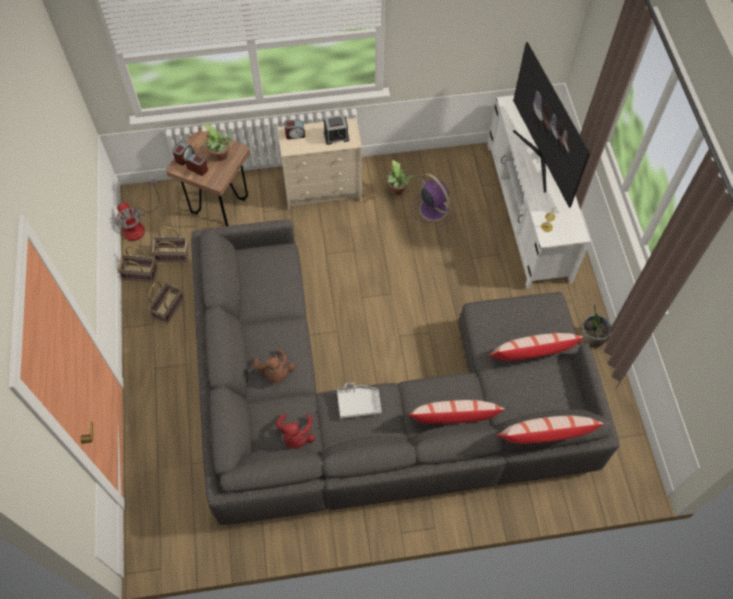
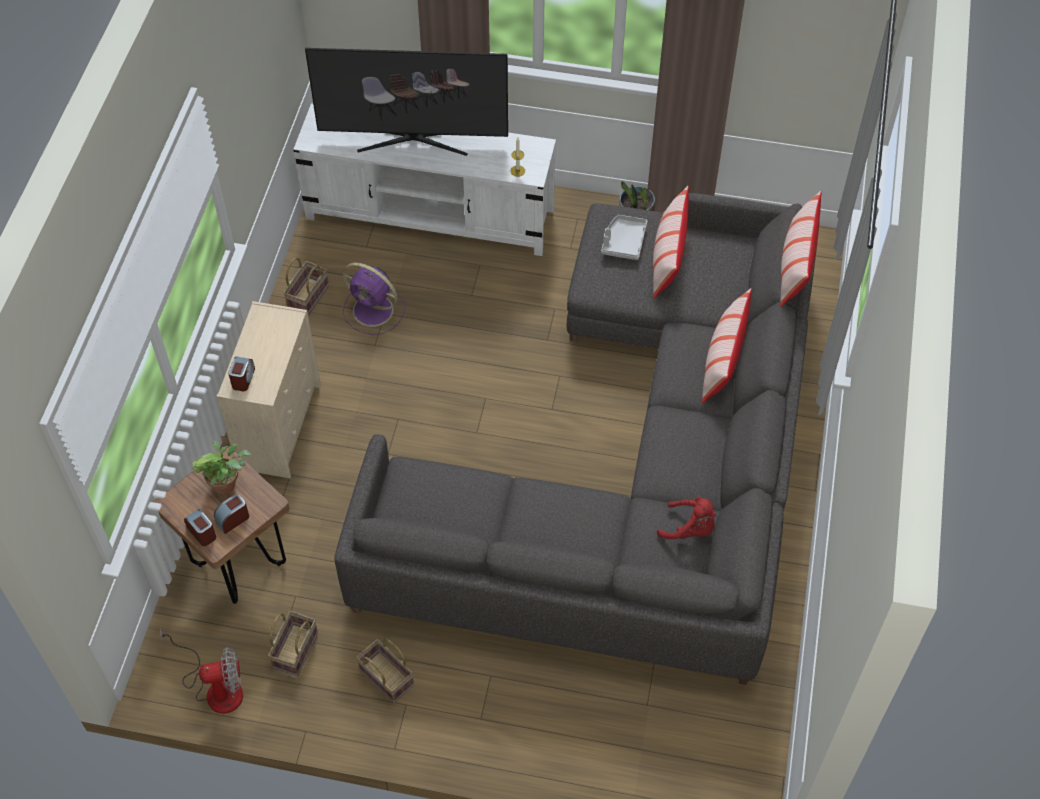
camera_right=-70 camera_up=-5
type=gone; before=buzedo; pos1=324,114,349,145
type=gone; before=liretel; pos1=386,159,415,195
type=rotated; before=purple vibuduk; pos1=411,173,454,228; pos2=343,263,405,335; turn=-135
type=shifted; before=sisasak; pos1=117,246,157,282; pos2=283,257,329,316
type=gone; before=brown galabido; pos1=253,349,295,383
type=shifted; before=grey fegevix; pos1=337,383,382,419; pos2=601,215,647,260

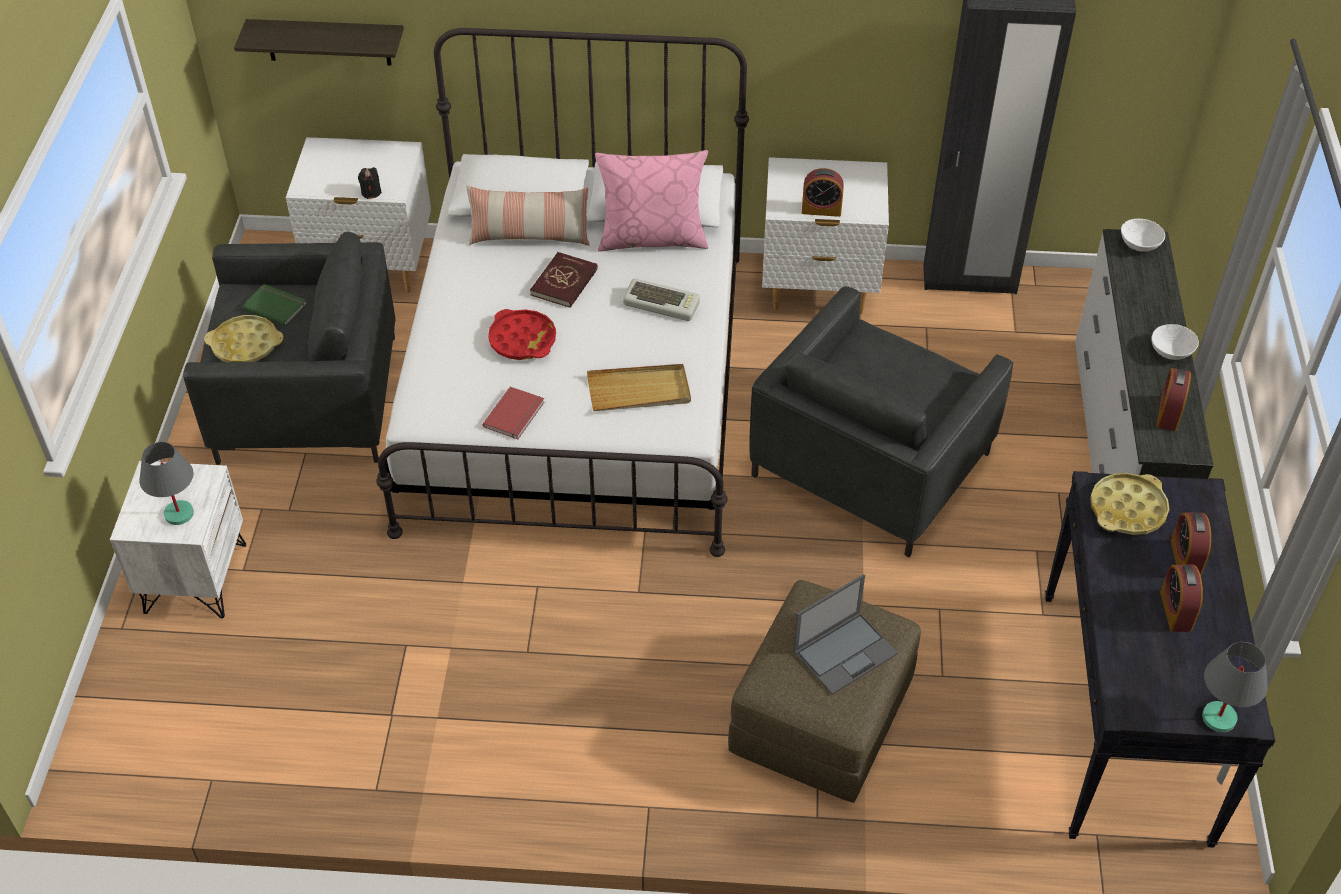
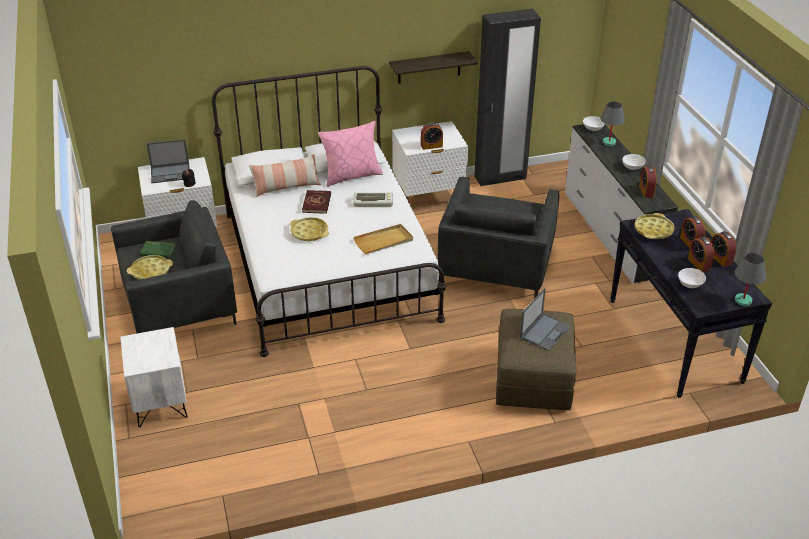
camera_right=-20 camera_up=-10
type=shifted; before=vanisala; pos1=234,19,404,65; pos2=389,51,478,84
type=repainted; before=red fegevix; after=yellow fegevix; pos1=488,309,556,360; pos2=290,217,329,242
type=gone; before=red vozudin; pos1=483,387,544,439
type=shifted; before=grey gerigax; pos1=140,442,194,525; pos2=600,101,625,146
type=new; after=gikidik; pos2=146,139,190,183
type=new; after=buzedo; pos2=711,231,736,267
type=new; after=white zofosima; pos2=678,268,706,288

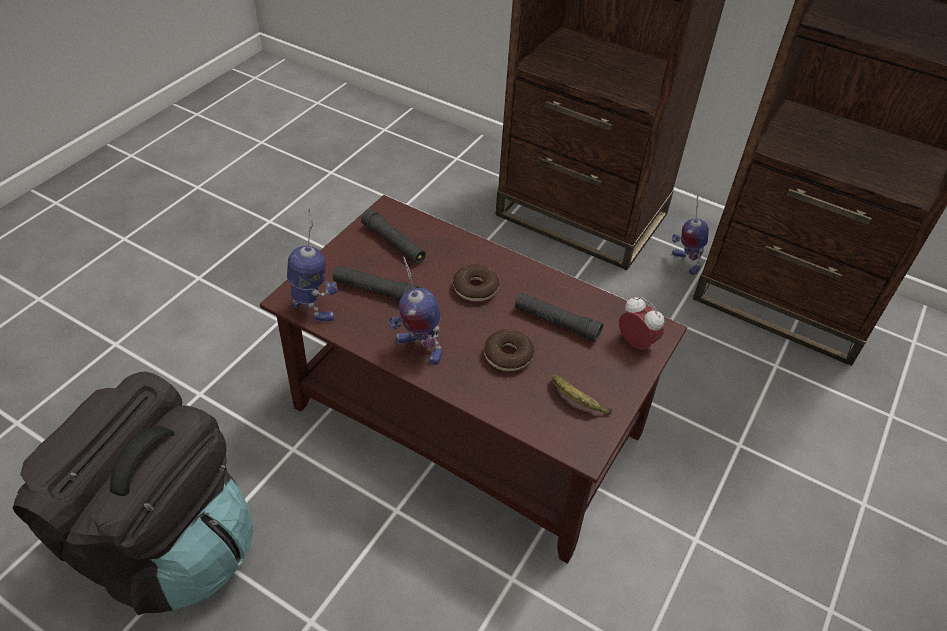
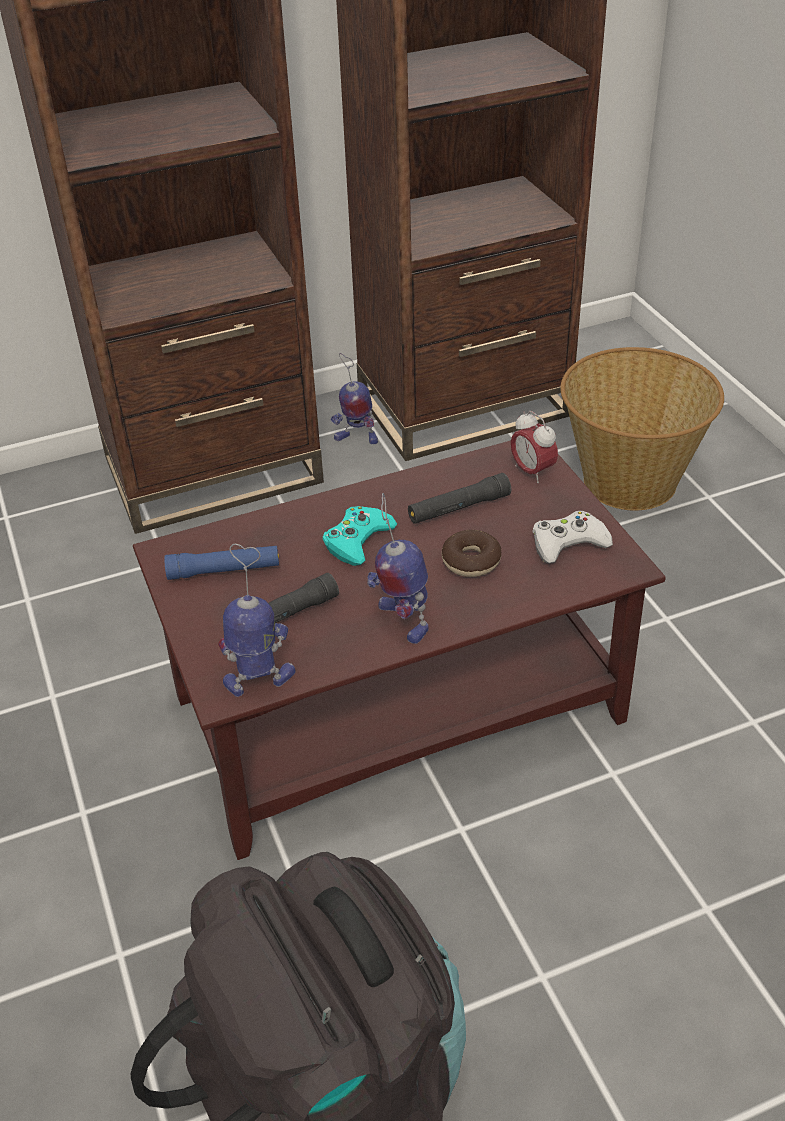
camera_right=-50 camera_up=-5
type=repainted; before=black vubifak; after=blue vubifak; pos1=361,209,426,264; pos2=164,546,279,580
type=rotated; before=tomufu; pos1=388,256,442,365; pos2=367,493,429,644; turn=75
type=swapped; before=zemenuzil; after=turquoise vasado; pos1=453,264,499,302; pos2=323,506,397,566
type=rotated; before=buzedo; pos1=619,296,664,350; pos2=511,411,558,483; turn=-120
type=swapped; before=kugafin; after=white vasado; pos1=552,375,612,414; pos2=532,511,613,564
type=new; after=sisasak; pos2=560,347,724,510

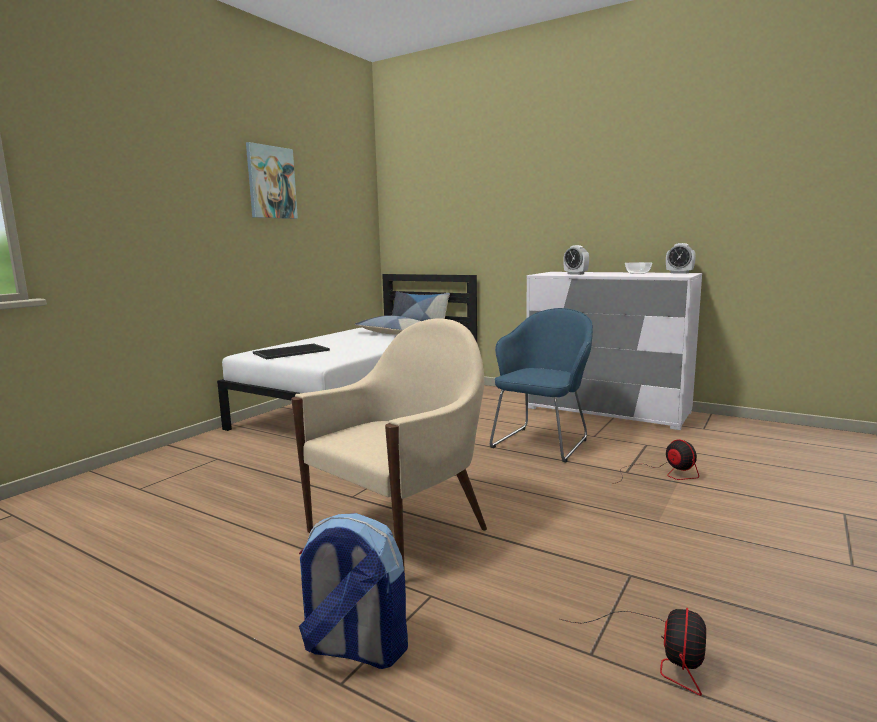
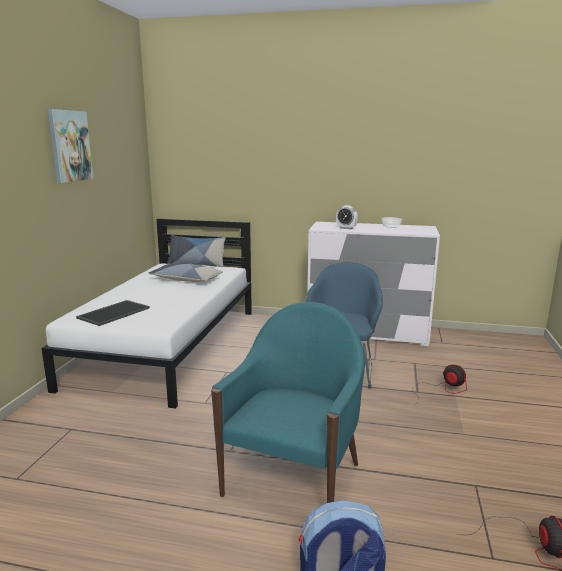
camera_right=-20 camera_up=5
type=gone; before=buzedo; pos1=666,243,696,274
type=repainted; before=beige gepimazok; after=turquoise gepimazok; pos1=291,318,487,573; pos2=211,302,365,503

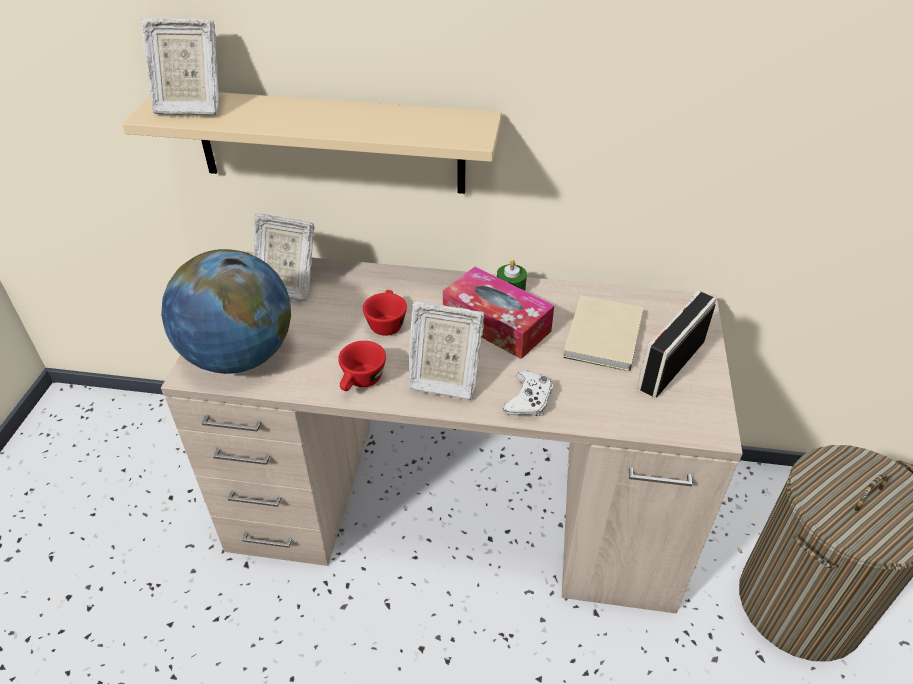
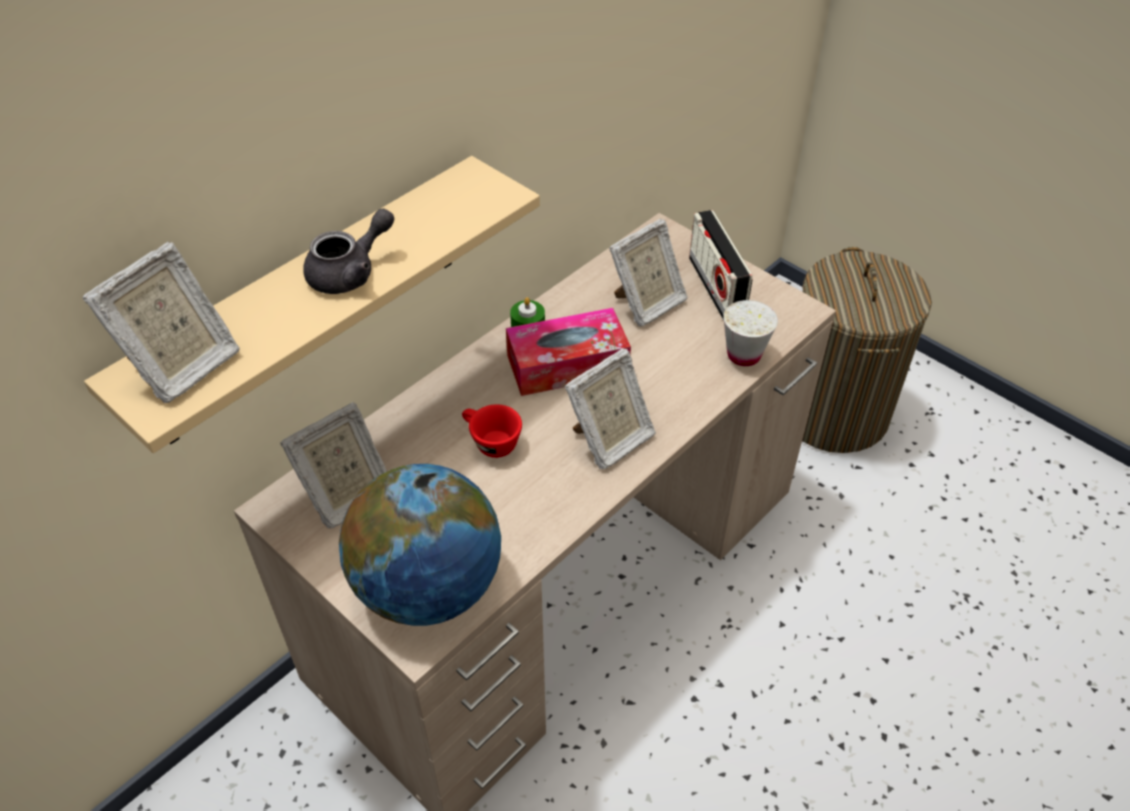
camera_right=-55 camera_up=5
type=swapped; before=beige vozudin; after=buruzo; pos1=563,295,644,372; pos2=609,218,688,327
type=gone; before=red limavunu; pos1=338,341,386,391
type=gone; before=white vasado; pos1=503,371,553,416
type=new; after=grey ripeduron; pos2=303,208,394,294
type=new; after=white limavunu; pos2=723,300,778,366

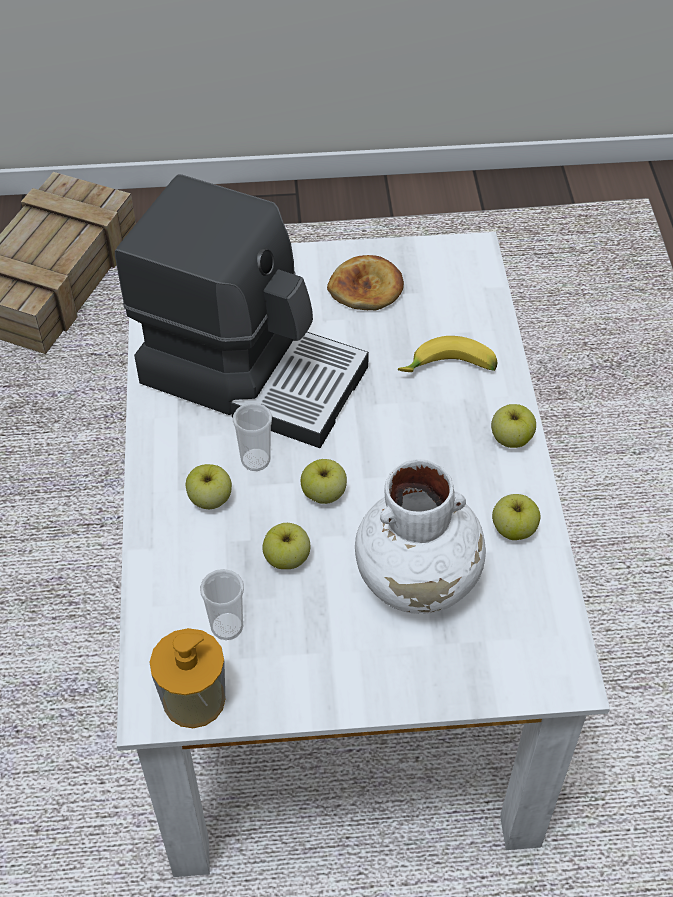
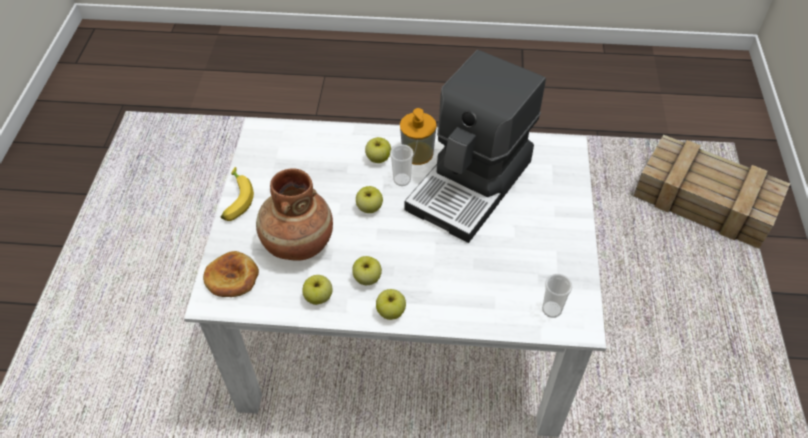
camera_right=100 camera_up=0
type=shifted; before=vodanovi; pos1=327,255,404,310; pos2=203,251,259,297
type=shifted; before=kugafin; pos1=398,336,497,372; pos2=221,167,254,221
type=repainted; before=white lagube; after=brown lagube; pos1=355,459,486,614; pos2=256,168,333,261
type=shifted; before=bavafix; pos1=262,523,310,569; pos2=352,256,382,285
type=shifted; before=limavunu; pos1=200,569,244,640; pos2=542,274,572,318
type=shifted; before=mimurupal; pos1=150,628,226,728; pos2=400,108,436,165

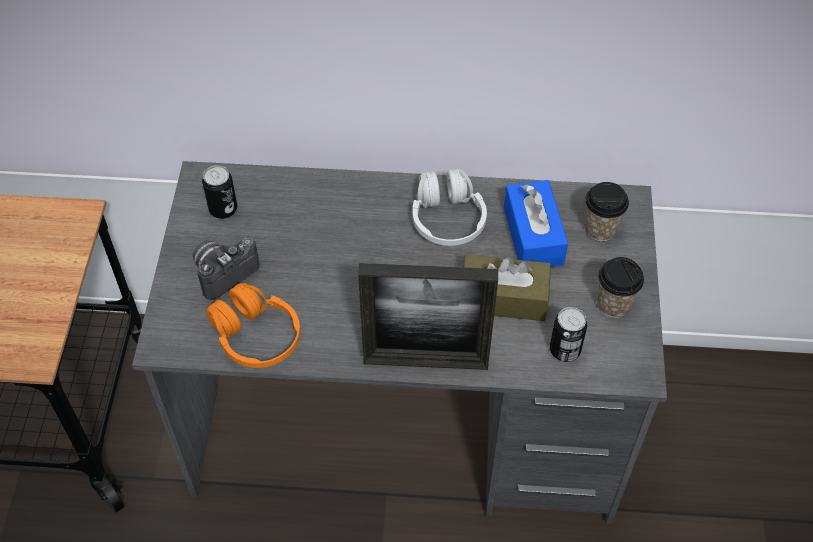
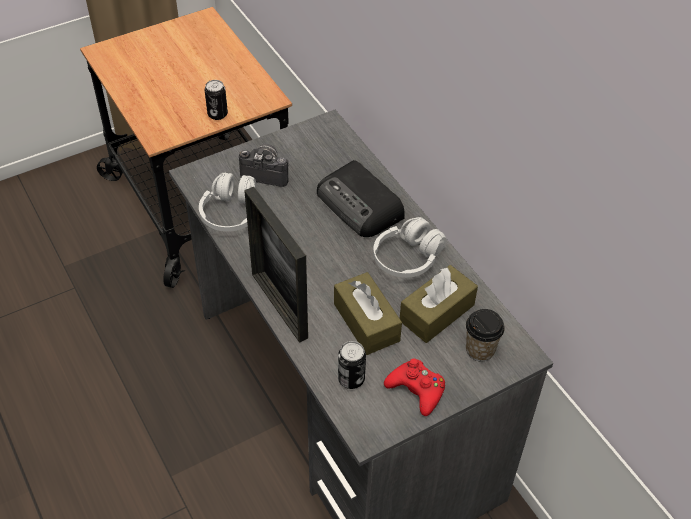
camera_right=55 camera_up=-5
type=shifted; before=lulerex; pos1=202,165,237,219; pos2=205,80,228,120
type=repainted; before=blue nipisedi; after=brown nipisedi; pos1=504,180,568,267; pos2=400,265,478,343
type=swapped; before=limavunu; after=red vasado; pos1=597,257,644,318; pos2=384,358,445,416
type=repainted; before=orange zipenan; after=white zipenan; pos1=206,283,300,368; pos2=199,173,256,232
type=new; after=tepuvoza; pos2=317,160,405,237

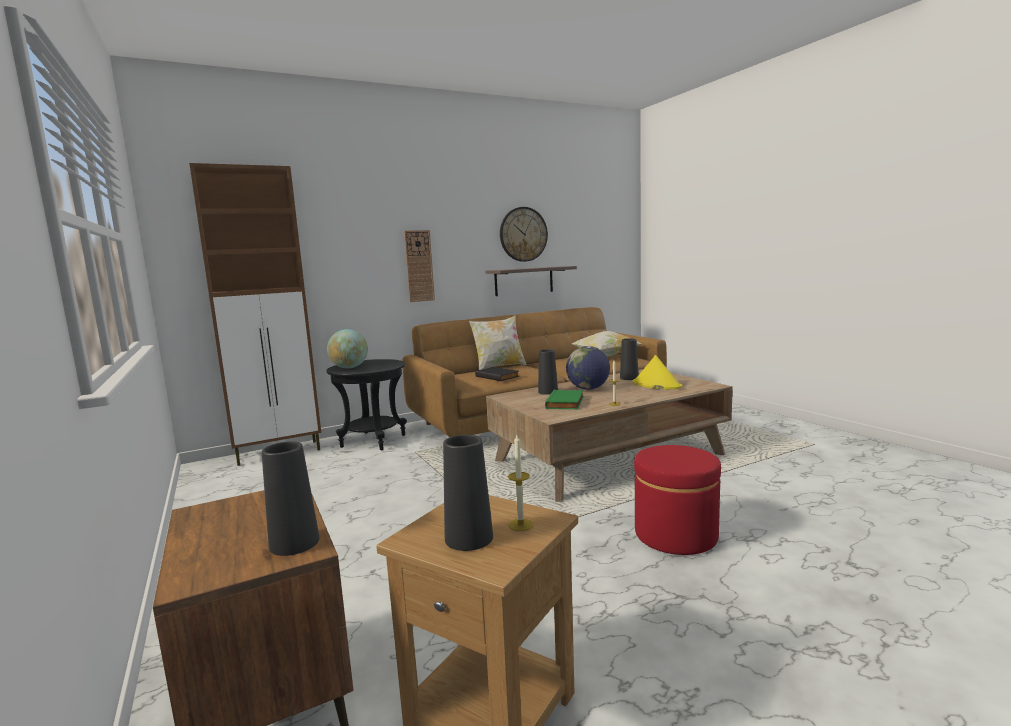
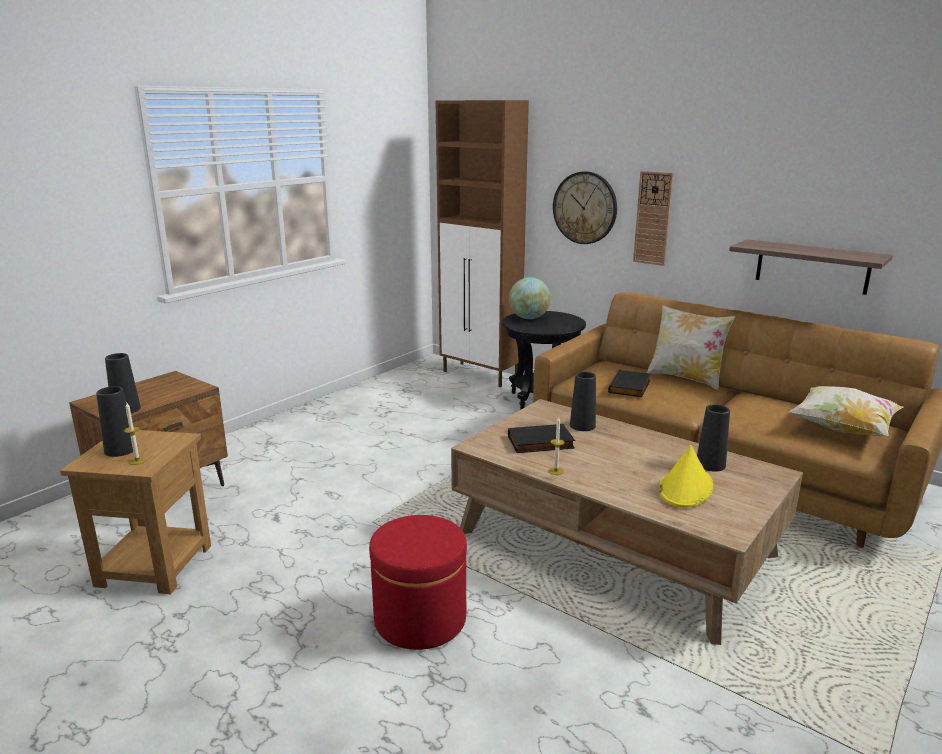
camera_right=65 camera_up=10
type=shifted; before=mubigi; pos1=500,207,548,262; pos2=553,171,617,244
type=gone; before=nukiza; pos1=566,346,610,390
type=repainted; before=green vozudin; after=black vozudin; pos1=545,390,584,409; pos2=508,424,575,453

